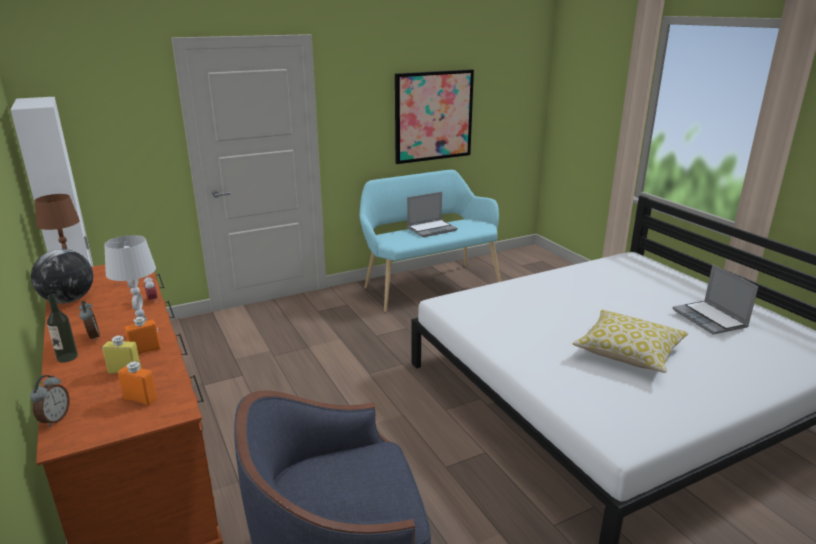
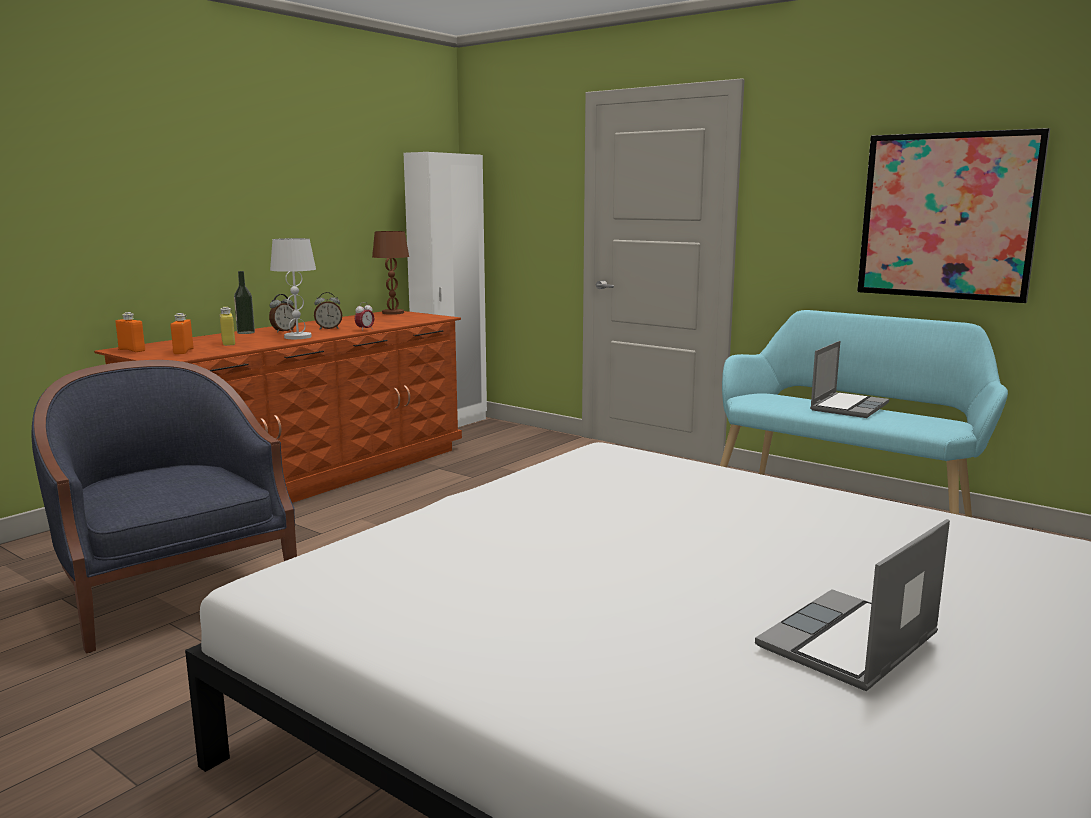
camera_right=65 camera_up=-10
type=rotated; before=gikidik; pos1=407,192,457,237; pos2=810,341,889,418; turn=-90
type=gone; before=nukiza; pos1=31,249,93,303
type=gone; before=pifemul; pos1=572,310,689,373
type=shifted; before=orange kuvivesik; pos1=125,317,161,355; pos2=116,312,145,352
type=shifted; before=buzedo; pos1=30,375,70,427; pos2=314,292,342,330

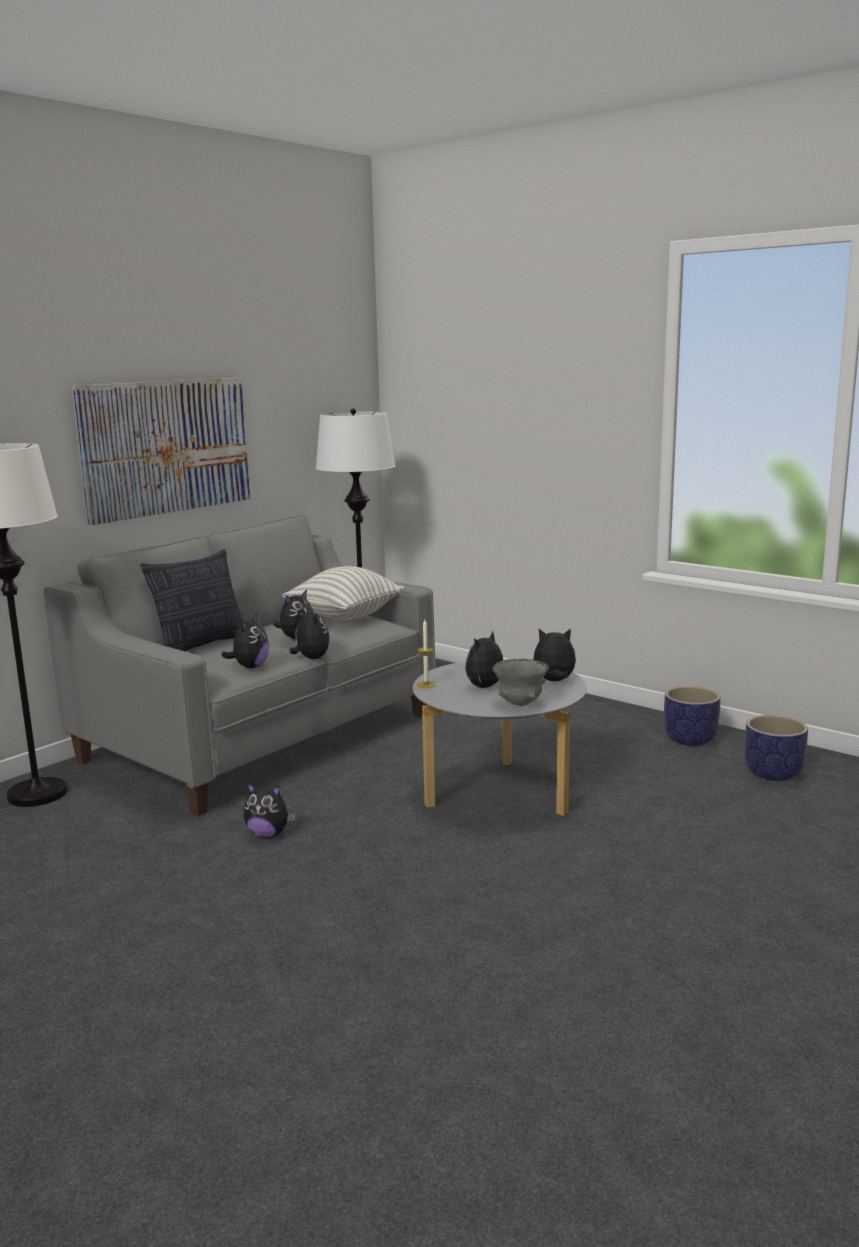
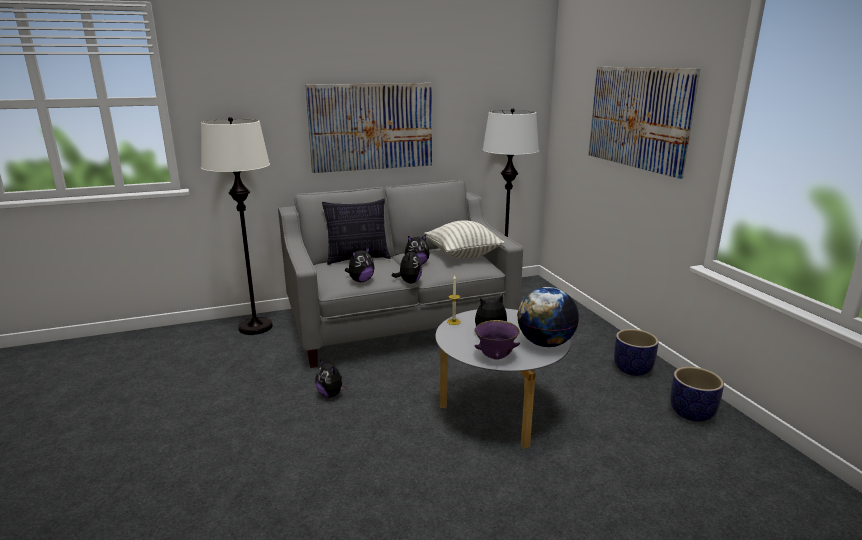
camera_right=30 camera_up=5
type=swapped; before=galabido; after=nukiza; pos1=533,628,576,681; pos2=517,287,579,347
type=repainted; before=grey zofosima; after=purple zofosima; pos1=492,659,549,706; pos2=474,320,520,359
type=shifted; before=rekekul; pos1=745,715,808,781; pos2=614,329,659,376
type=new; after=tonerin; pos2=588,67,700,179

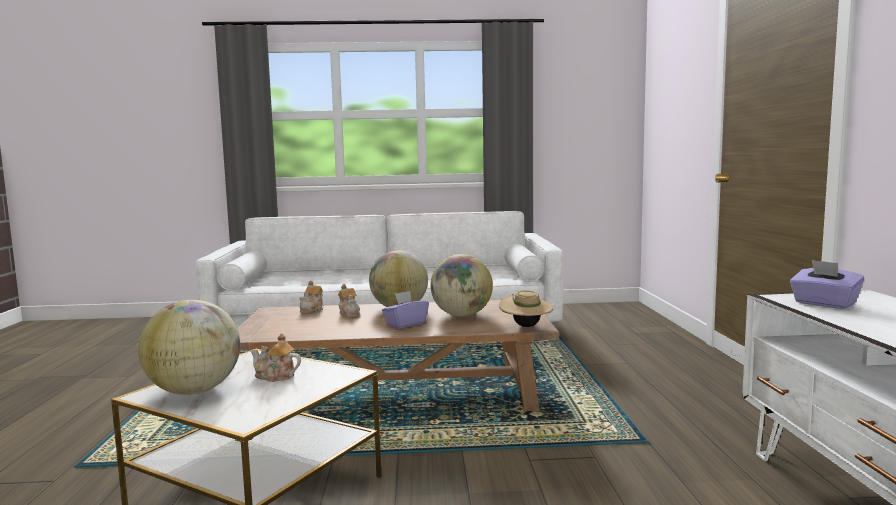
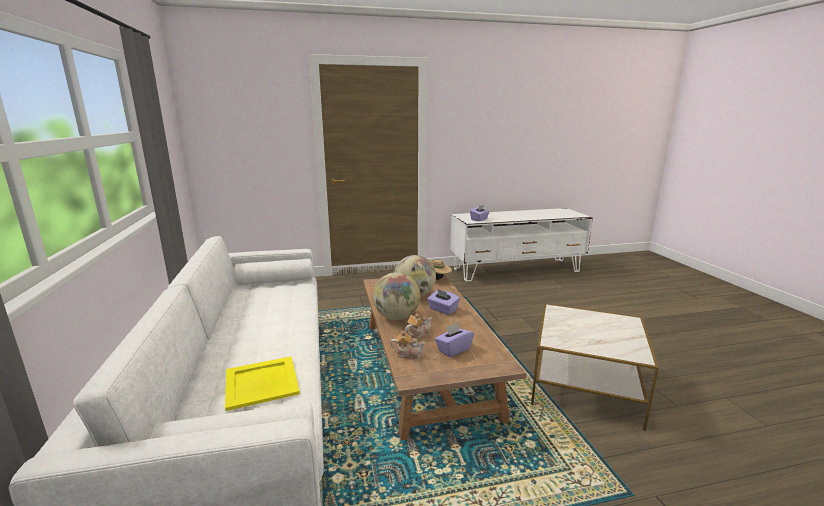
camera_right=-100 camera_up=10
type=gone; before=nukiza; pos1=138,300,240,395
type=gone; before=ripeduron; pos1=251,333,301,382
type=new; after=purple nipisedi; pos2=435,323,474,357
type=new; after=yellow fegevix; pos2=225,356,300,411

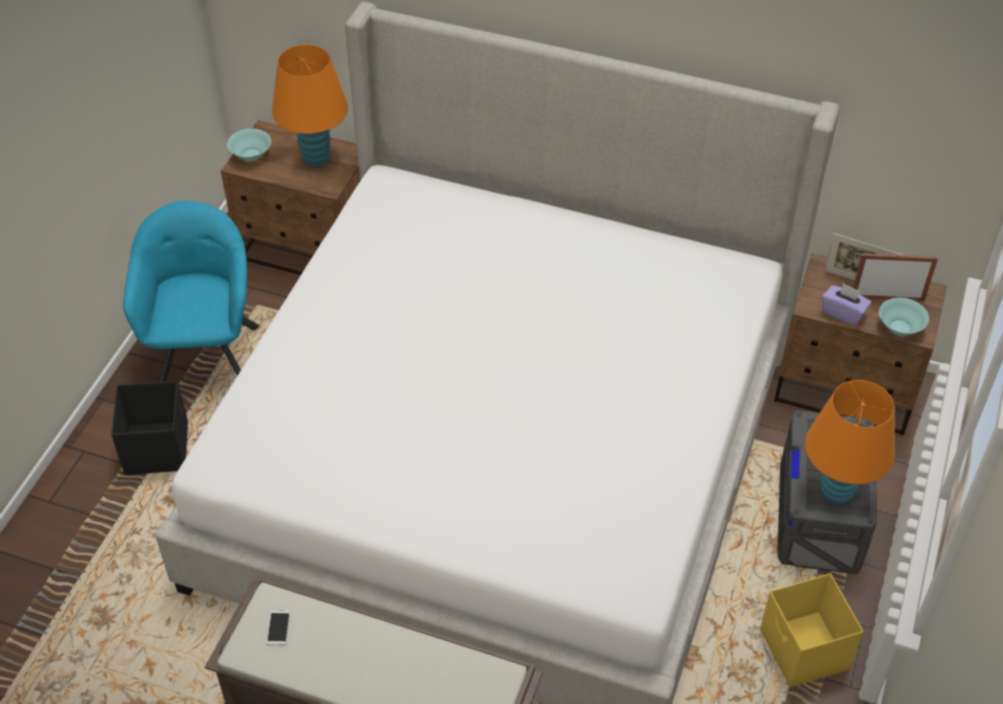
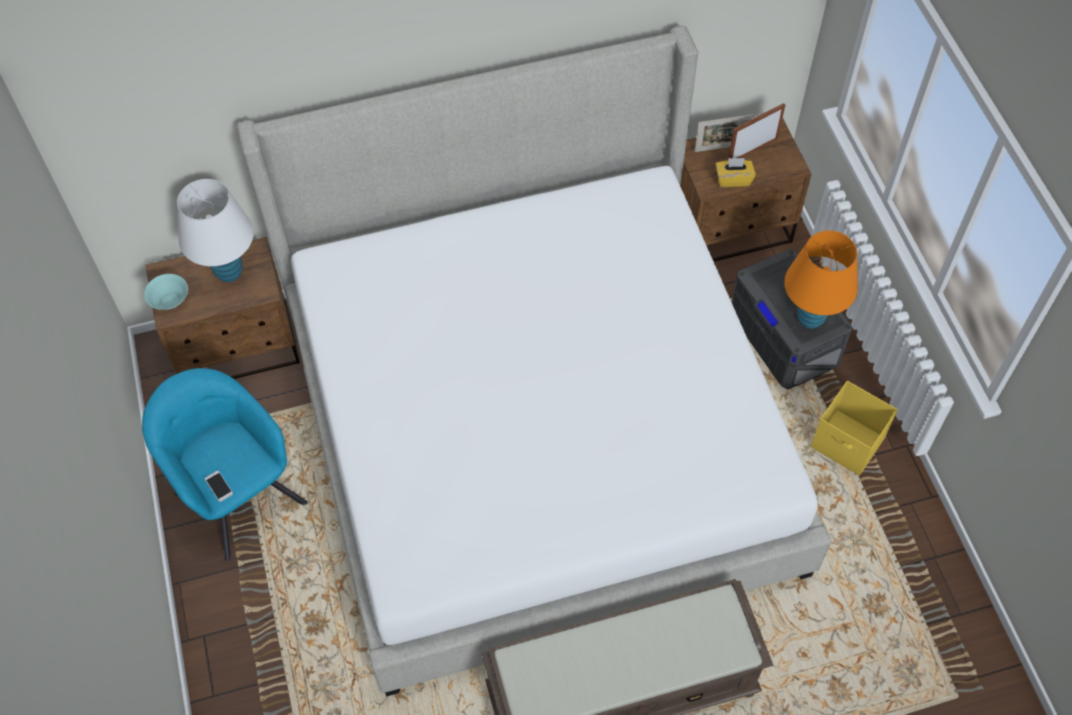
camera_right=-35 camera_up=10
type=repainted; before=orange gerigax; after=white gerigax; pos1=272,44,348,166; pos2=177,179,254,282
type=repainted; before=purple nipisedi; after=yellow nipisedi; pos1=822,283,872,326; pos2=716,158,756,187
type=gone; before=turquoise zofosima; pos1=879,297,929,336
type=gone; before=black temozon; pos1=111,381,188,475
type=shifted; before=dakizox; pos1=267,610,290,646; pos2=205,471,233,502

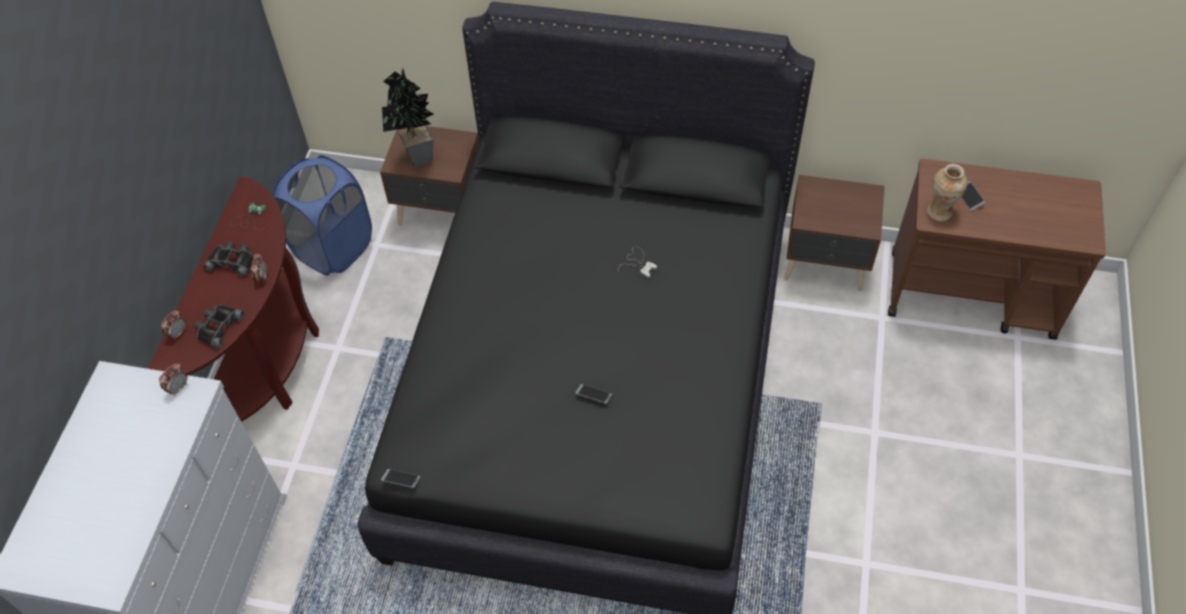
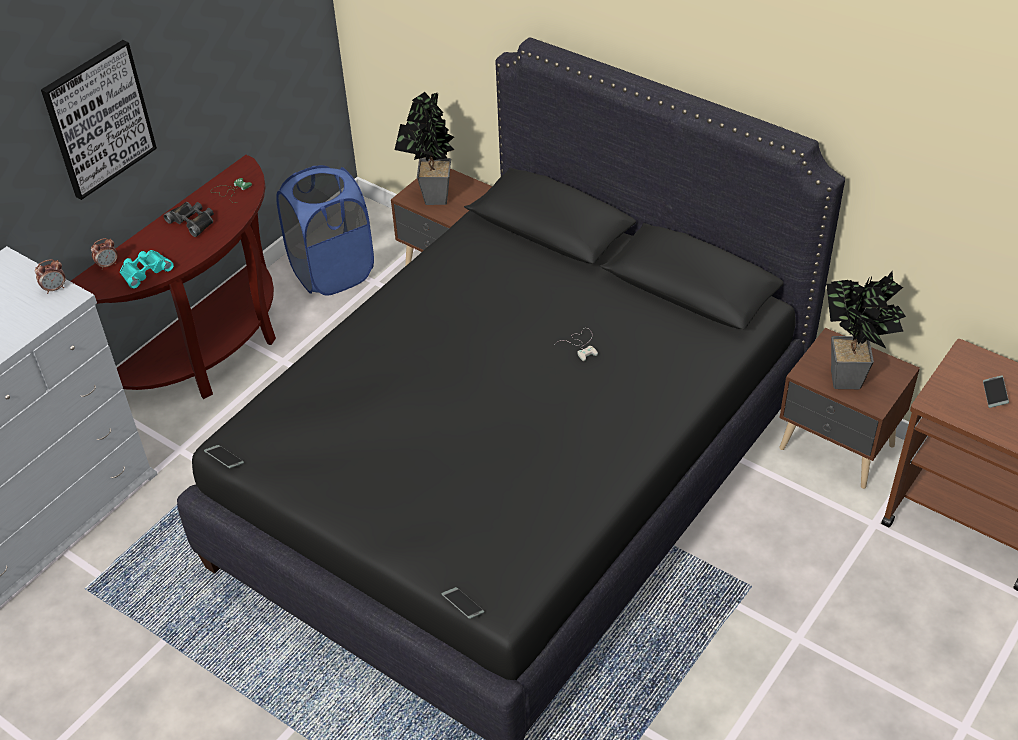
camera_right=25 camera_up=-10
type=gone; before=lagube; pos1=928,164,968,221
type=gone; before=buzedo; pos1=251,253,267,283
type=repainted; before=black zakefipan; after=turquoise zakefipan; pos1=195,305,244,349; pos2=120,250,174,289
type=shifted; before=dakizox; pos1=575,384,612,404; pos2=442,587,484,619
type=new; after=tonerin; pos2=41,40,157,200
type=new; after=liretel; pos2=826,271,906,389

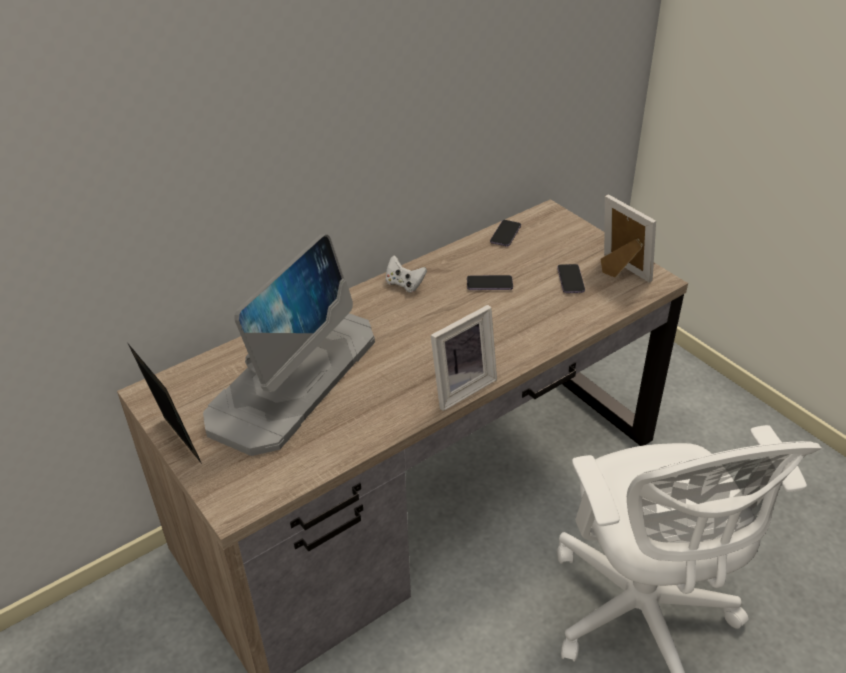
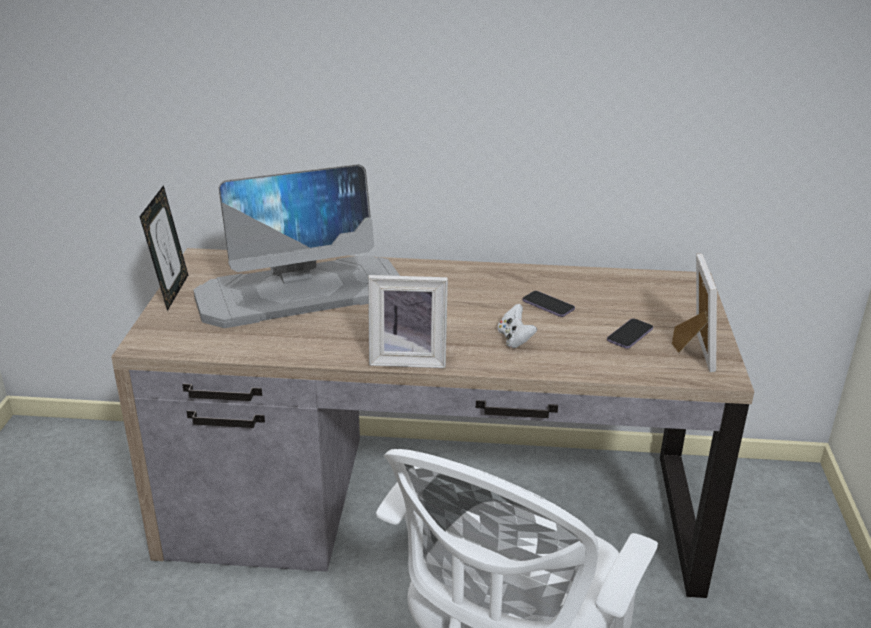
camera_right=40 camera_up=-10
type=gone; before=dakizox; pos1=490,220,521,246
type=shifted; before=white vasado; pos1=386,256,427,292; pos2=498,304,537,348

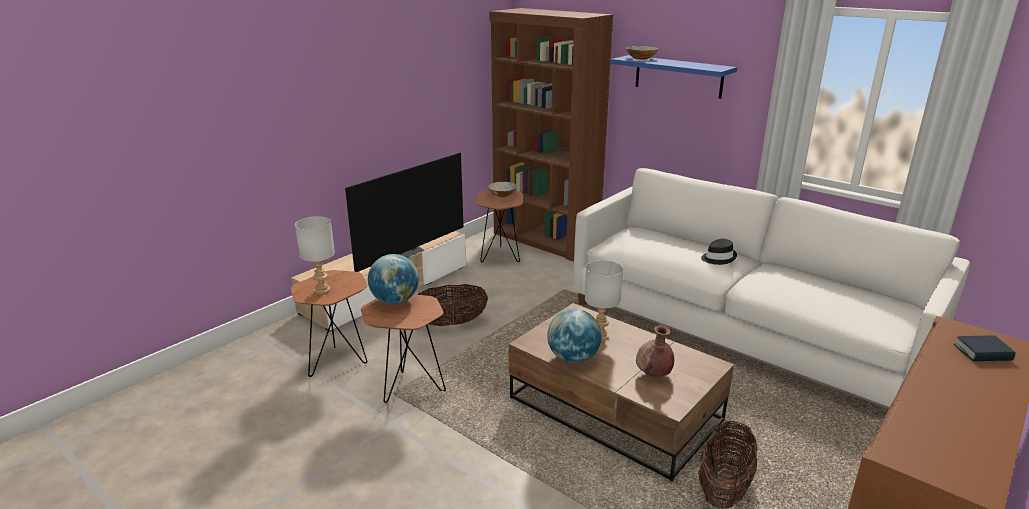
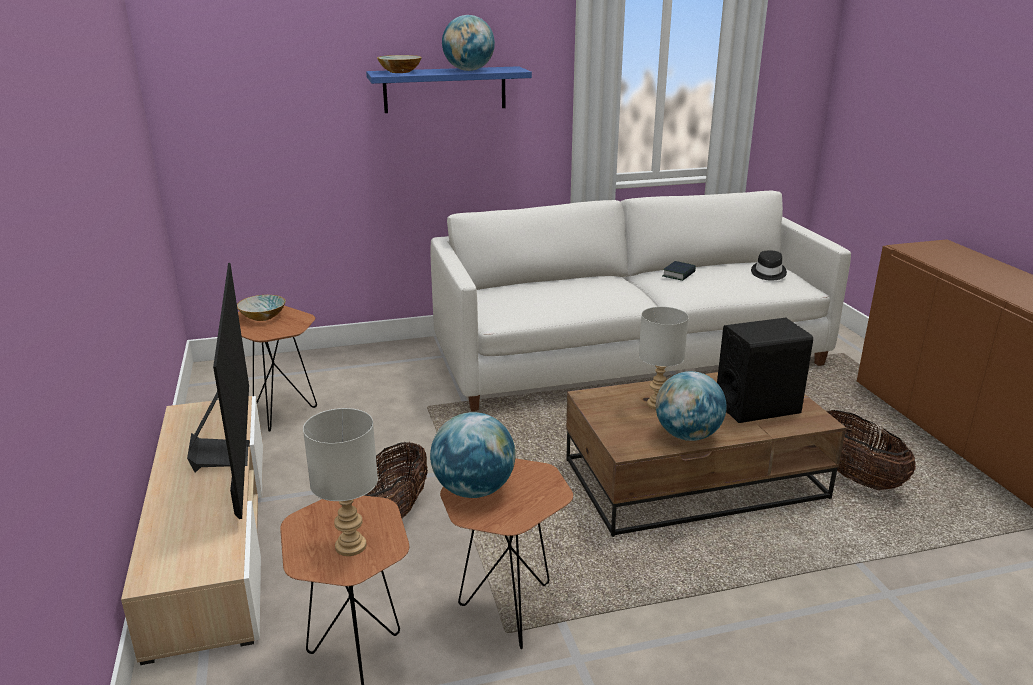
camera_right=-55 camera_up=0
type=gone; before=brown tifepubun; pos1=489,8,613,261
type=shifted; before=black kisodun; pos1=701,239,737,265; pos2=751,250,787,281
type=swapped; before=brown lagube; after=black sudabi; pos1=636,325,674,377; pos2=717,318,813,423
type=shifted; before=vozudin; pos1=954,335,1015,361; pos2=662,261,696,281
type=new; after=nukiza; pos2=442,15,495,71

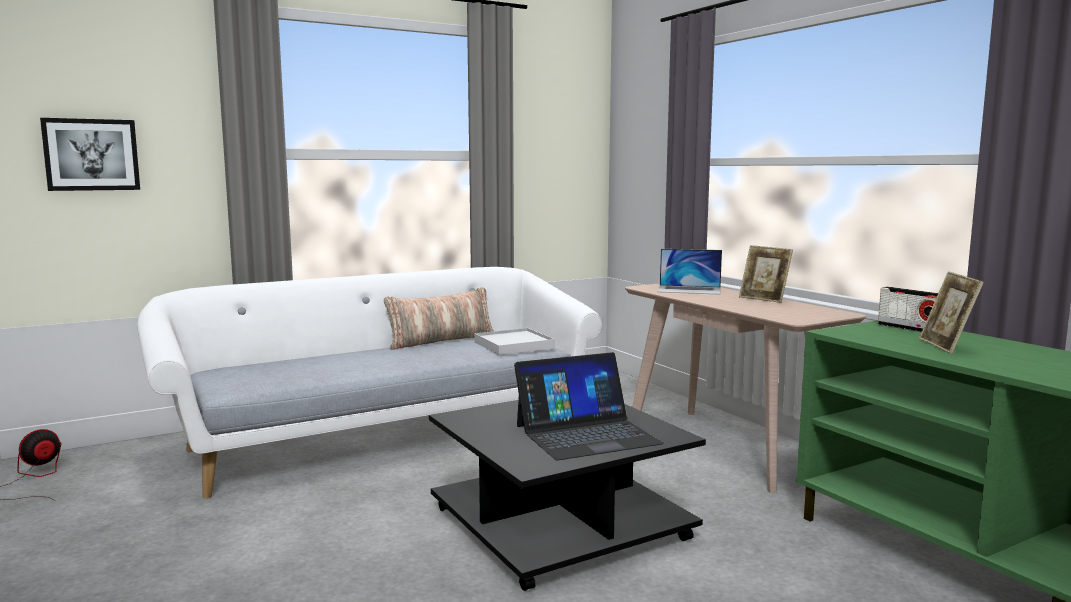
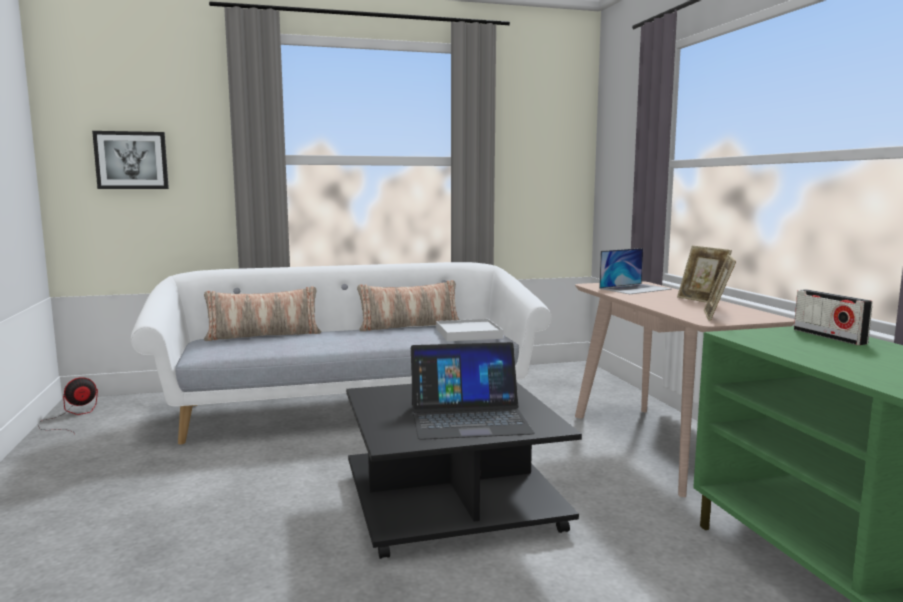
camera_right=15 camera_up=0
type=rotated; before=gikidik; pos1=657,249,722,295; pos2=599,248,671,294; turn=-60
type=shifted; before=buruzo; pos1=919,271,984,354; pos2=704,254,736,321
type=new; after=pifemul; pos2=204,286,321,341

